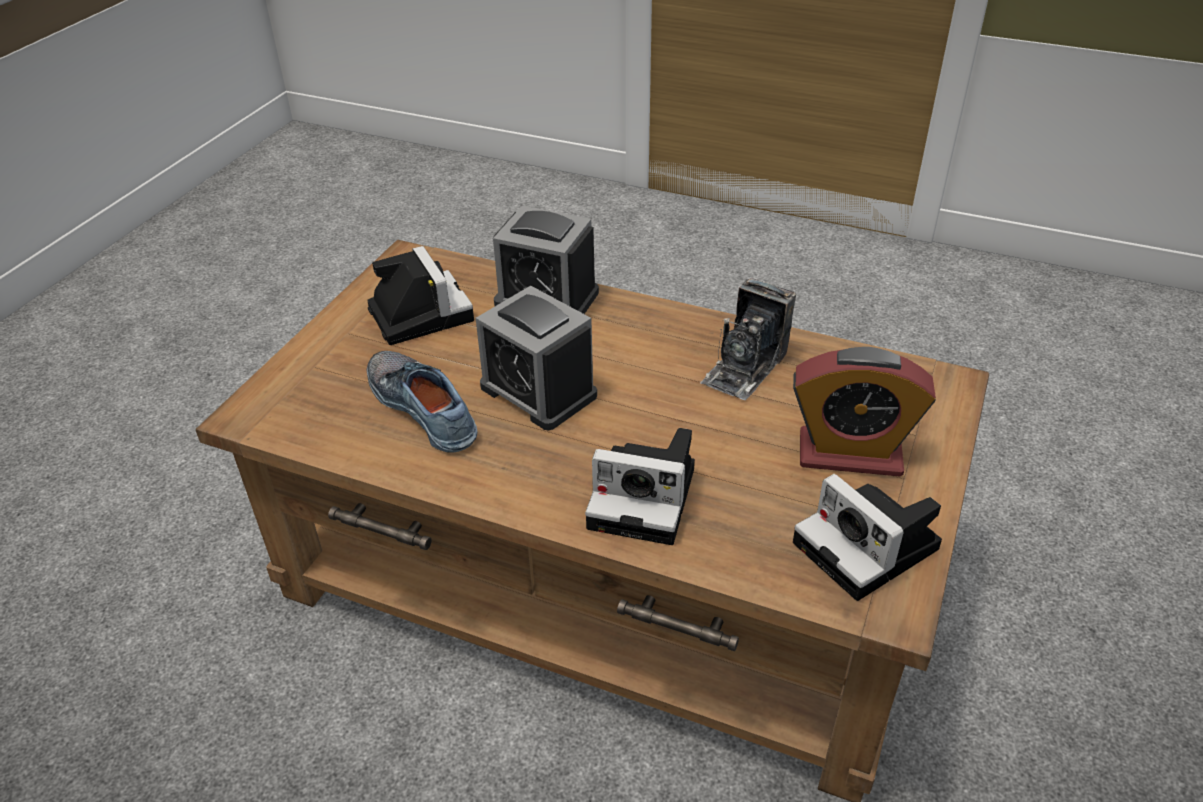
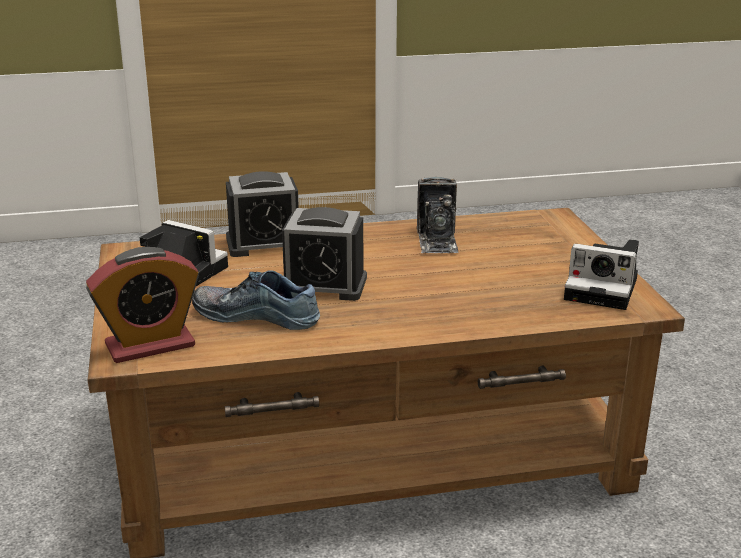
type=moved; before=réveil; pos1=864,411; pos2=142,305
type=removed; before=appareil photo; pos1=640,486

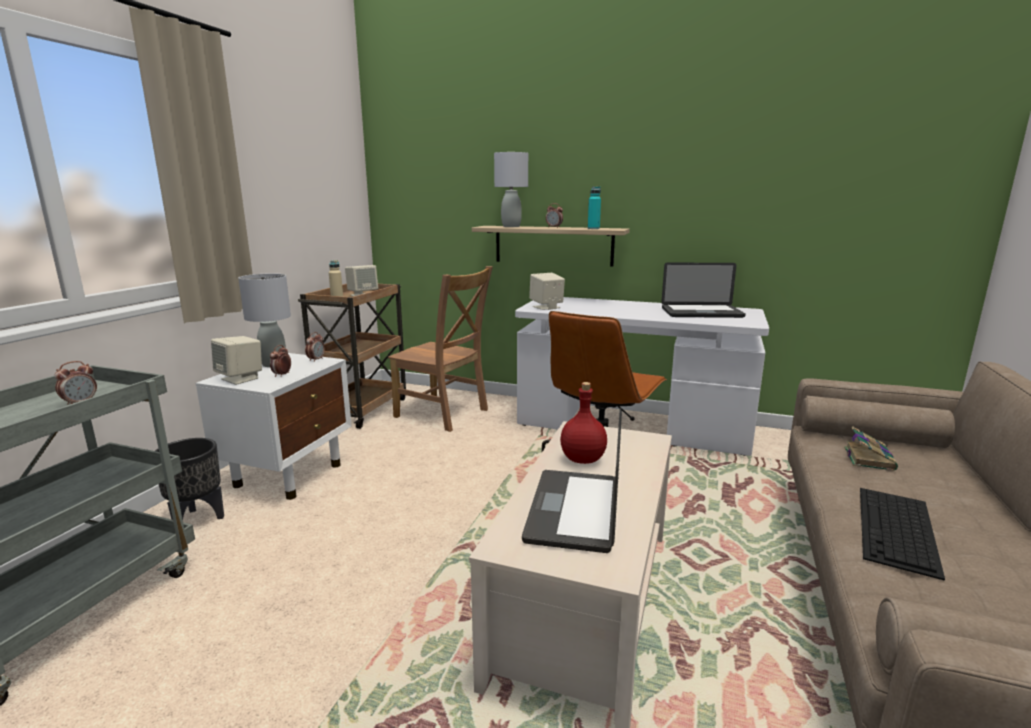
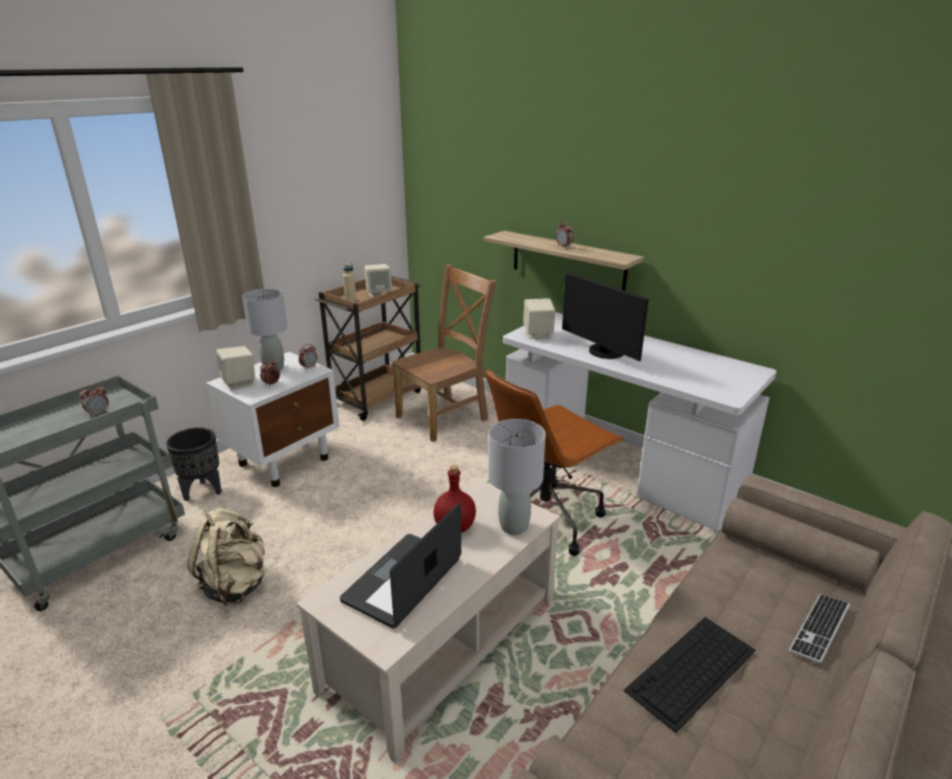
type=moved; before=lampe de table/gris; pos1=511,189; pos2=517,477
type=removed; before=bouteille/turquoise; pos1=594,207
type=removed; before=ordinateur portable; pos1=703,290
type=turned; before=chaise/marron; pos1=440,349; pos2=444,353; turn=-90
type=removed; before=livre; pos1=871,448
type=added; after=écran d'ordinateur; pos2=605,316
type=added; after=sac à dos/beige; pos2=226,557
type=added; after=clavier; pos2=819,629

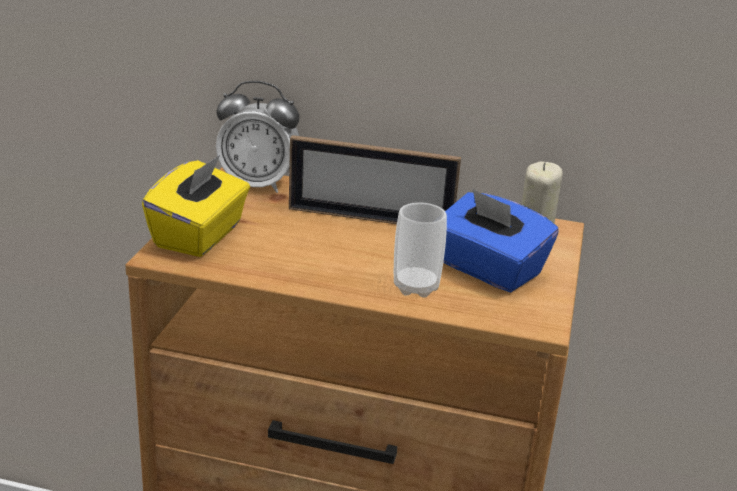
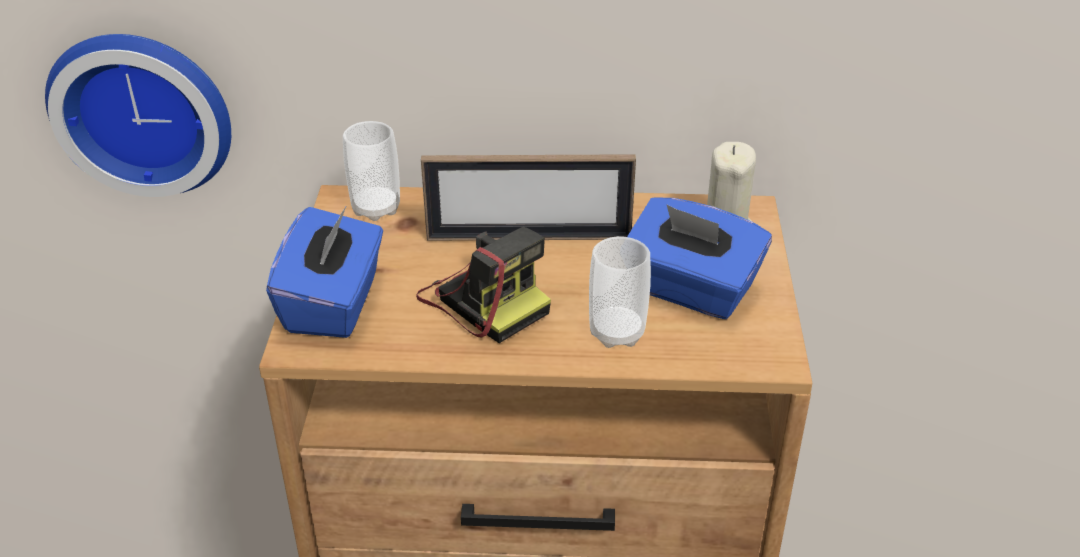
type=replaced; before=réveil; after=tasse; pos1=257,137; pos2=371,171
type=recoloured; before=boîte à mouchoirs/jaune; after=boîte à mouchoirs/bleu; pos1=196,206; pos2=324,272
type=added; after=horloge murale; pos2=138,115
type=added; after=appareil photo; pos2=483,285

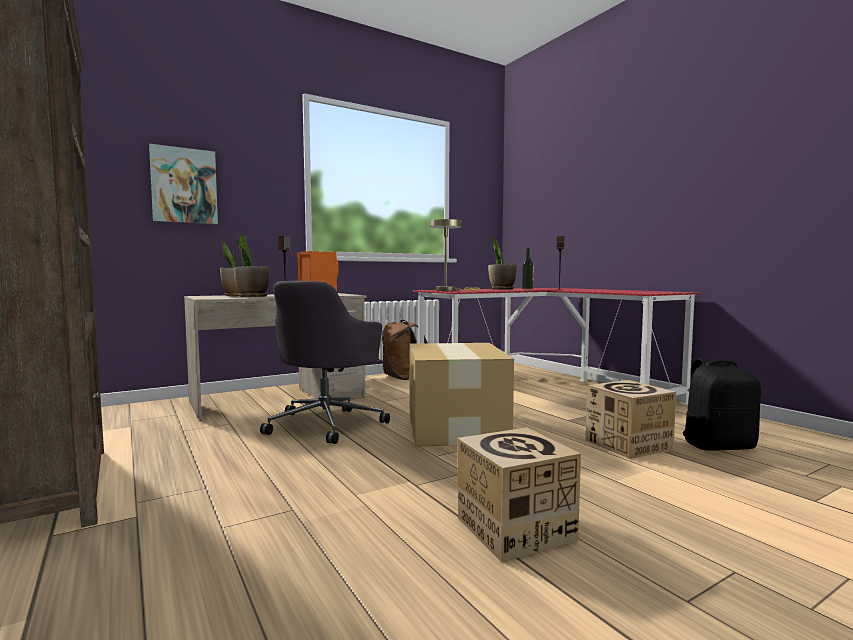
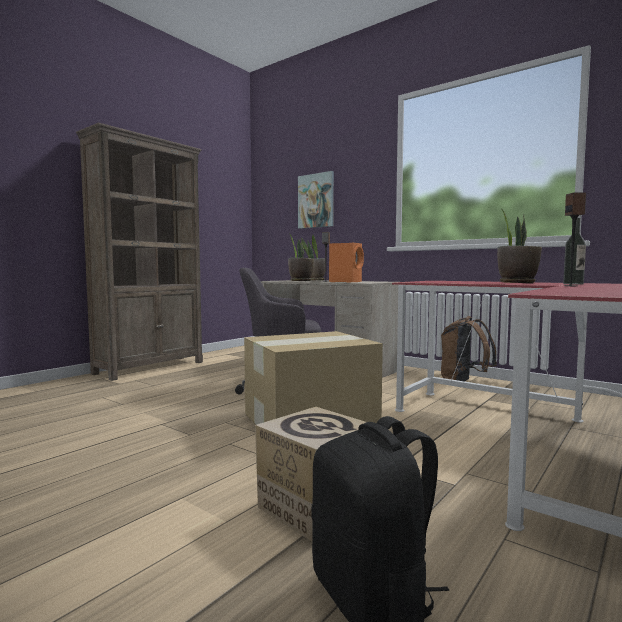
type=removed; before=lampe de table/beige; pos1=454,255
type=removed; before=carton; pos1=519,495

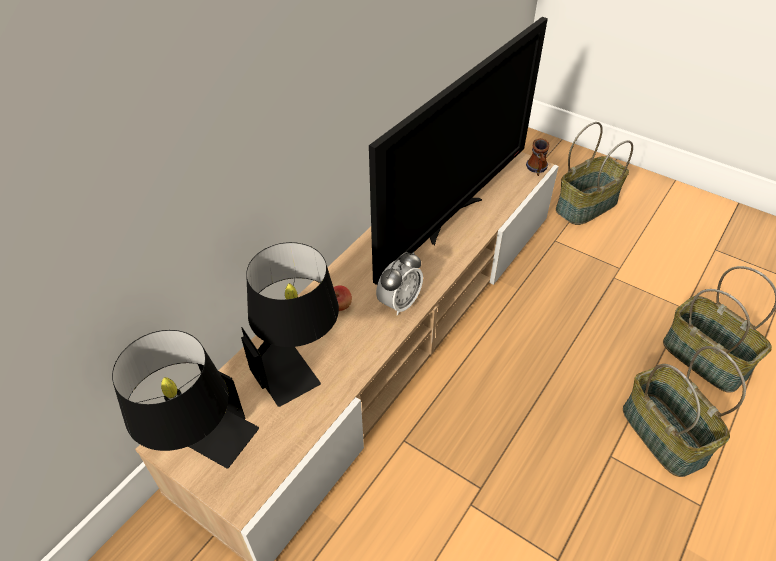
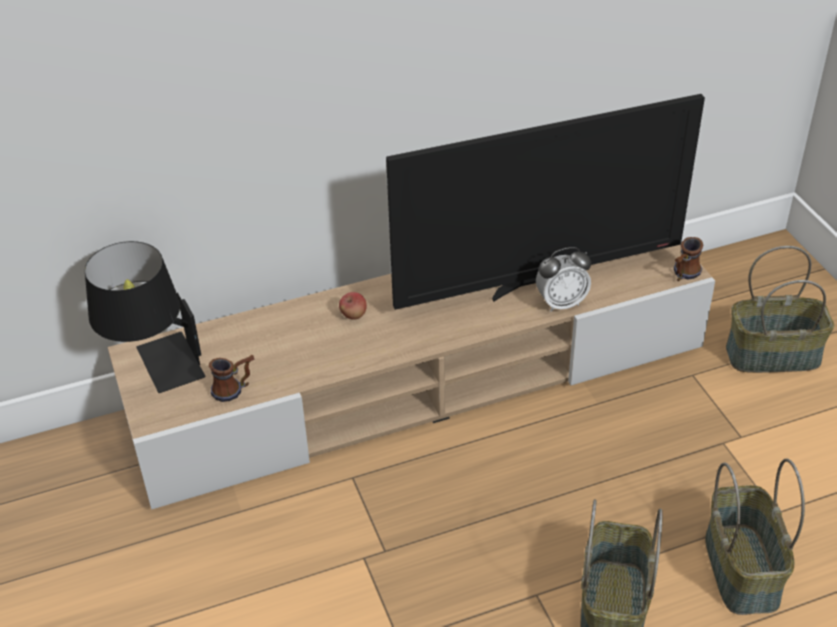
type=removed; before=lampe de table/noir; pos1=290,324
type=moved; before=réveil; pos1=399,284; pos2=563,279
type=added; after=mug; pos2=231,378

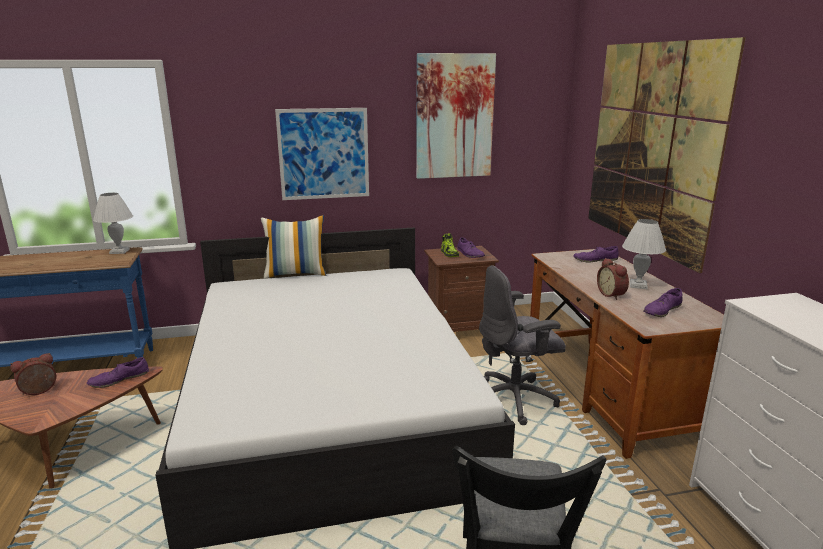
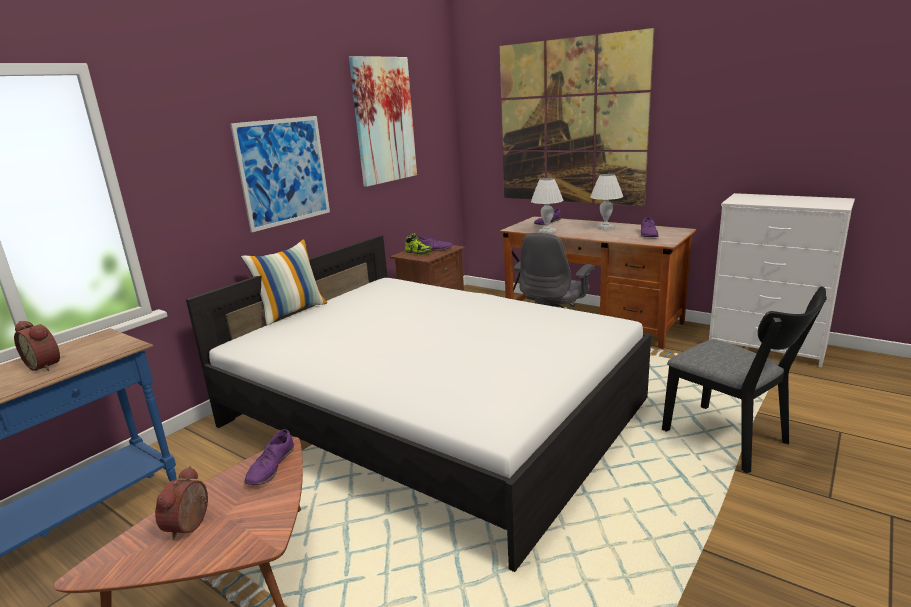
type=moved; before=lampe de table/blanc; pos1=113,223; pos2=547,206
type=moved; before=réveil; pos1=613,279; pos2=37,346

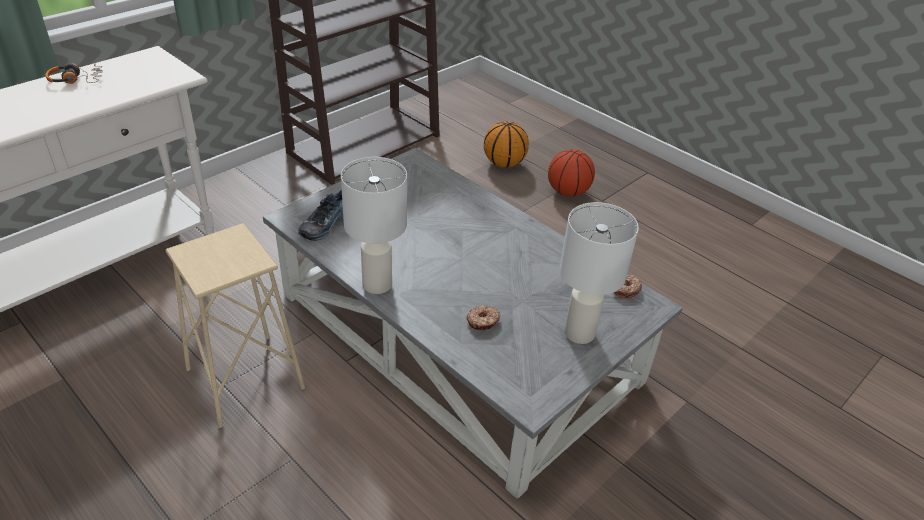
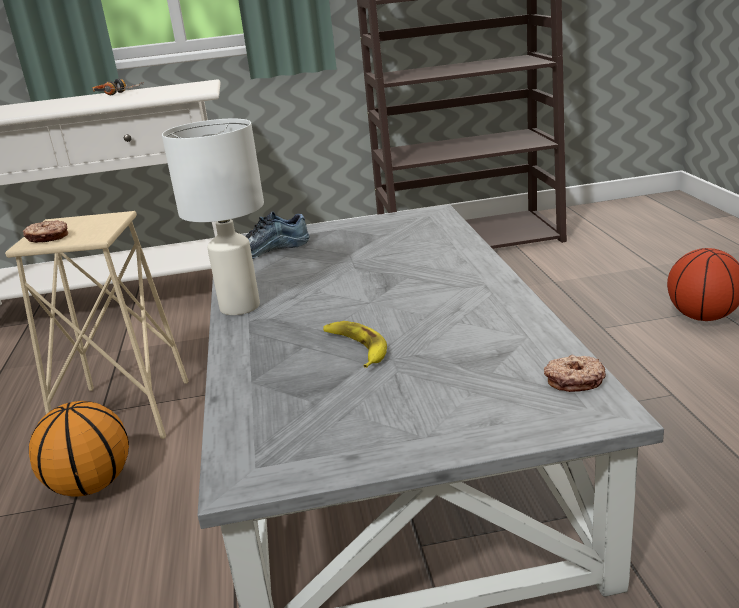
type=moved; before=ballon de basket; pos1=506,144; pos2=79,449
type=removed; before=lampe de table/blanc; pos1=599,273
type=moved; before=beignet; pos1=484,317; pos2=45,231
type=added; after=banane; pos2=355,344

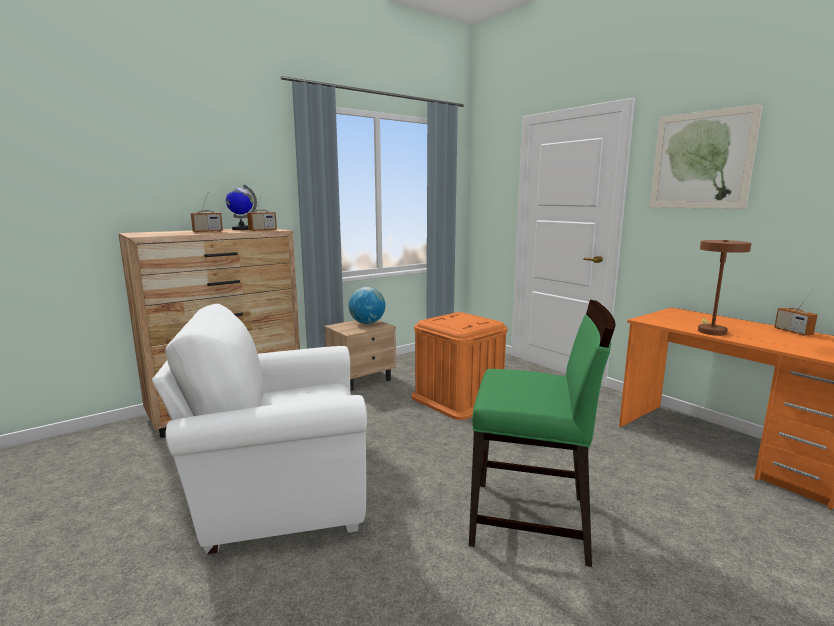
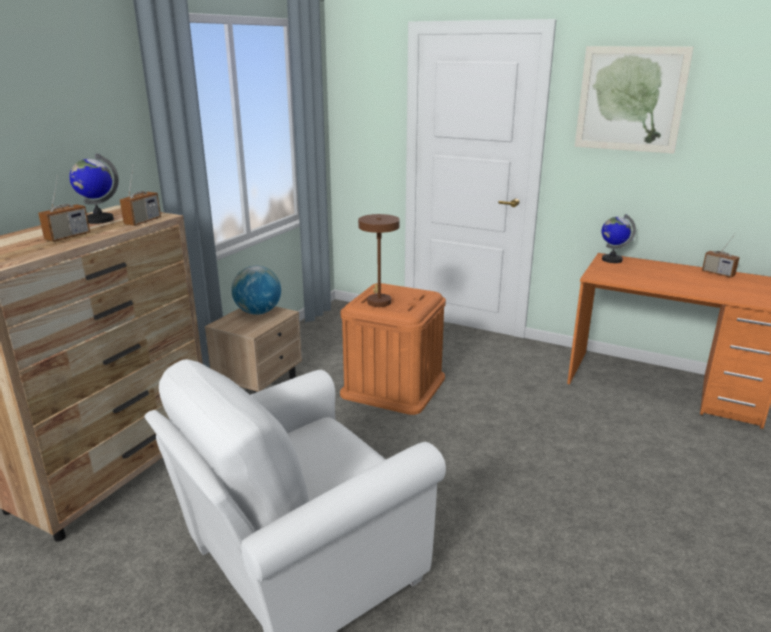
type=moved; before=lampe de table/marron; pos1=725,288; pos2=379,260
type=removed; before=chaise/vert; pos1=542,433
type=added; after=globe; pos2=619,238

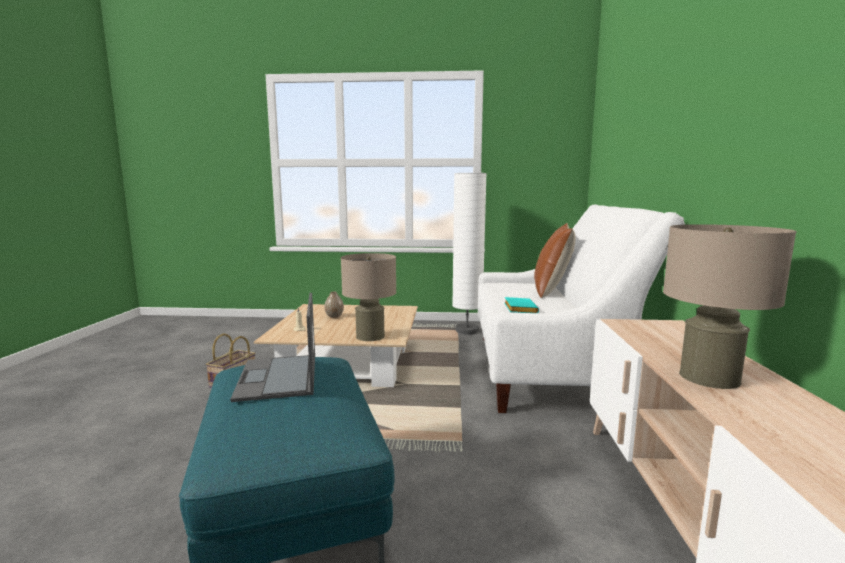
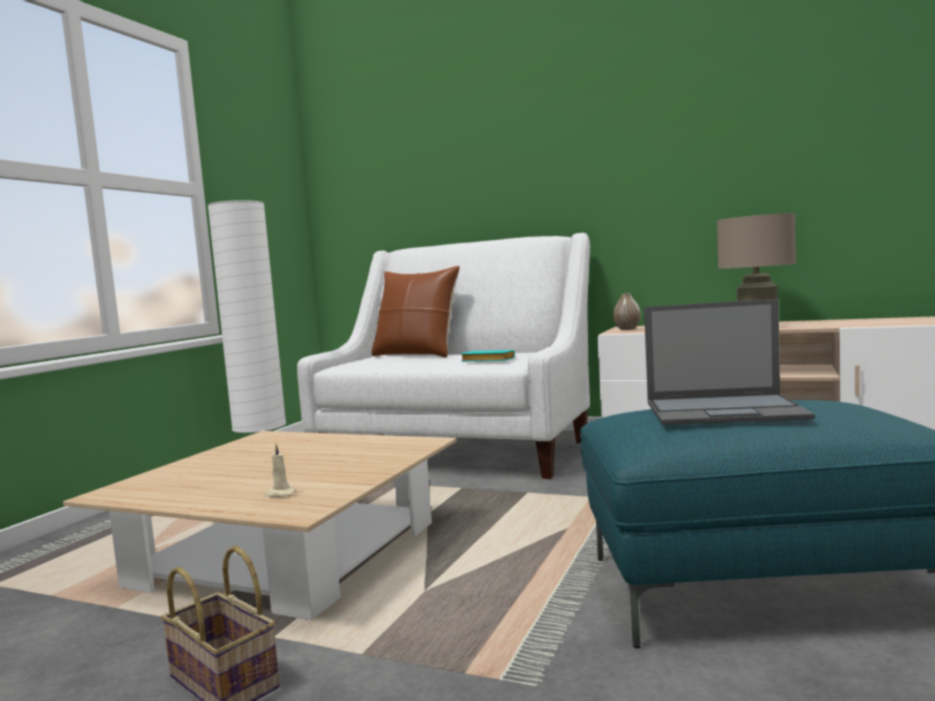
type=removed; before=lampe de table/beige; pos1=368,297
type=moved; before=vase; pos1=334,305; pos2=627,311

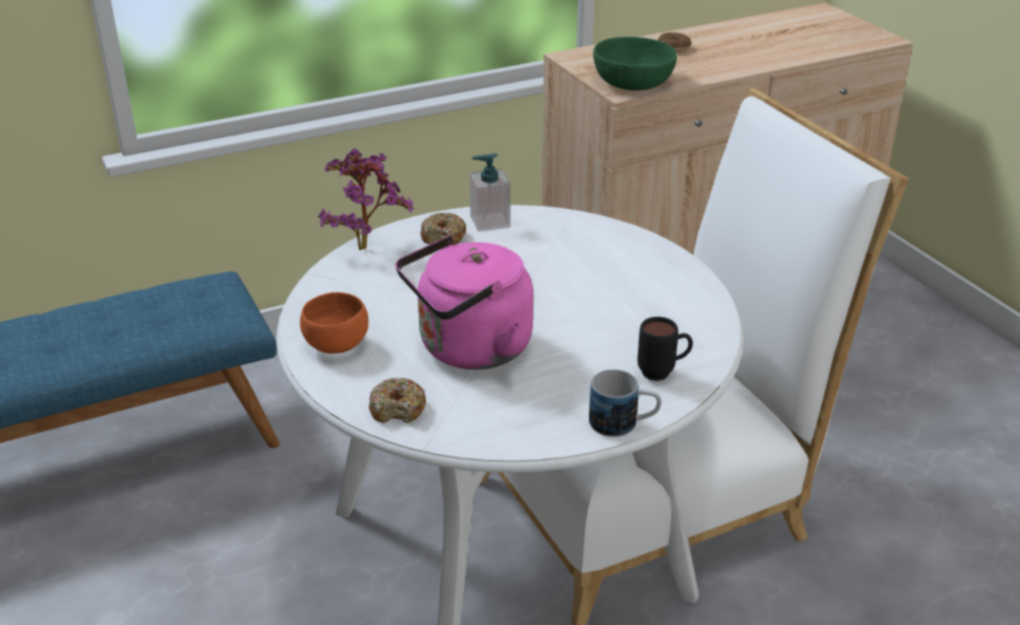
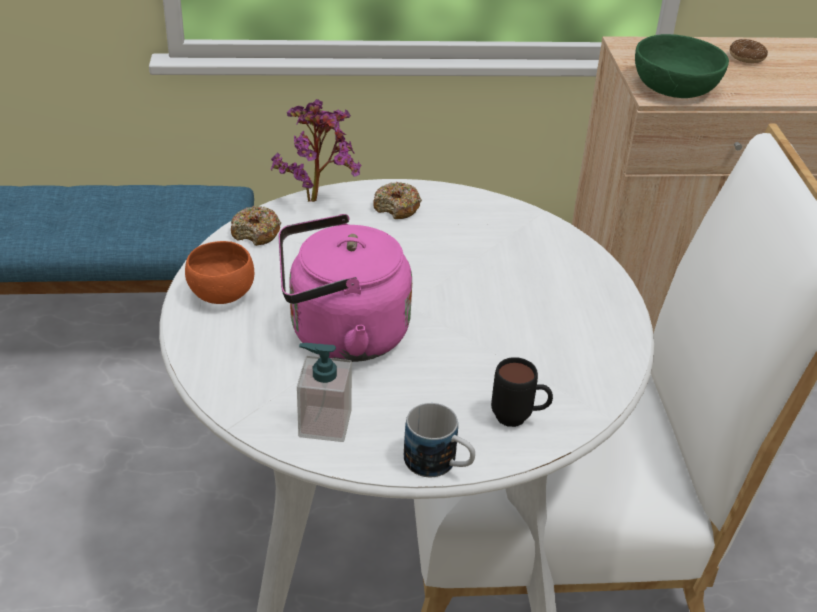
type=moved; before=distributeur de savon; pos1=489,192; pos2=324,392
type=moved; before=beignet; pos1=397,400; pos2=256,226

